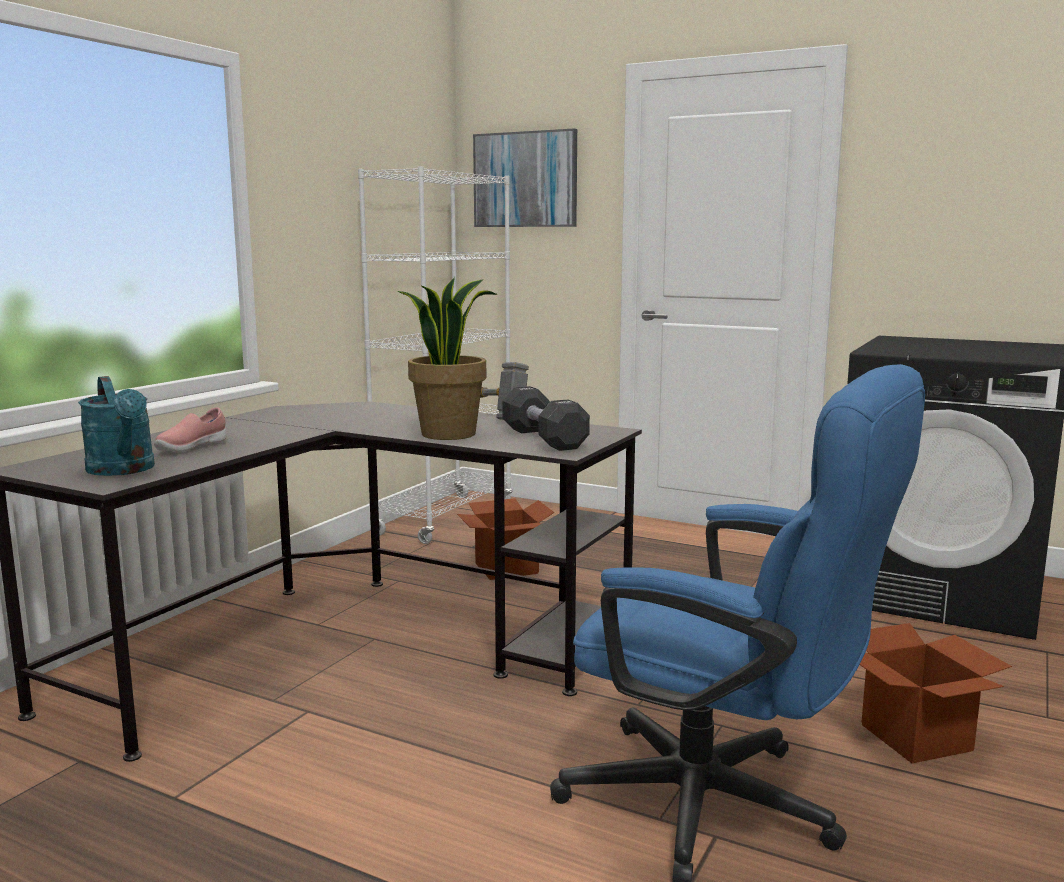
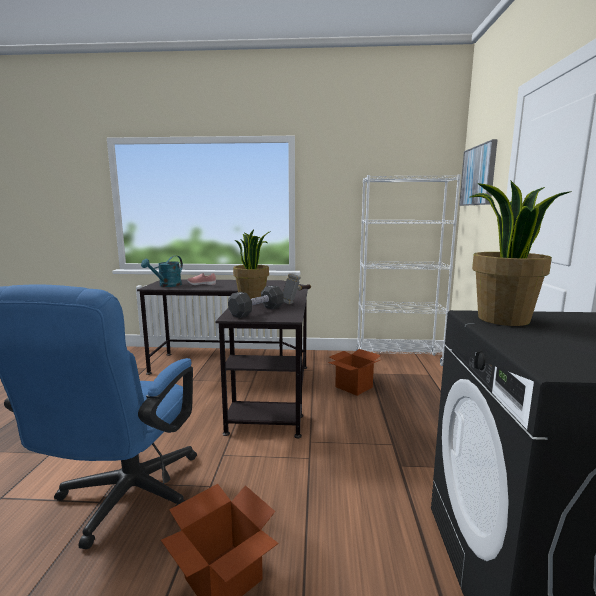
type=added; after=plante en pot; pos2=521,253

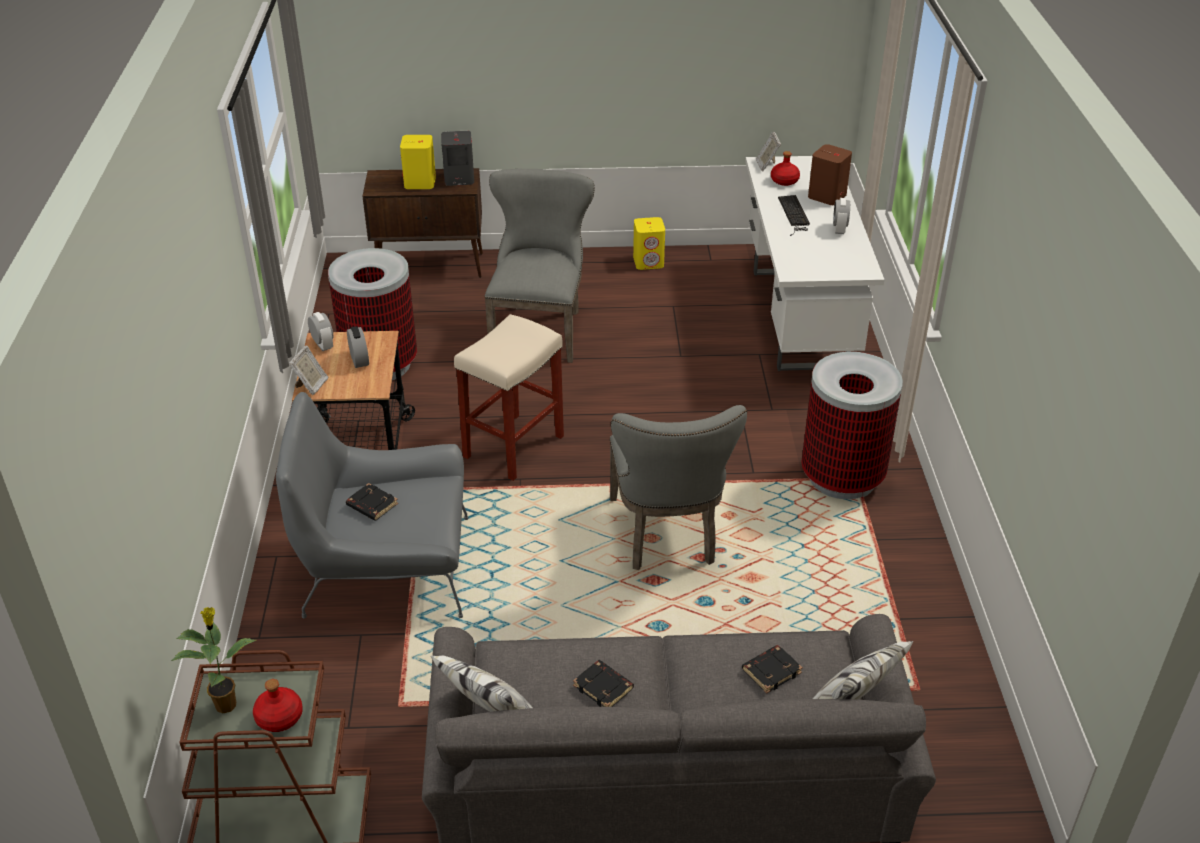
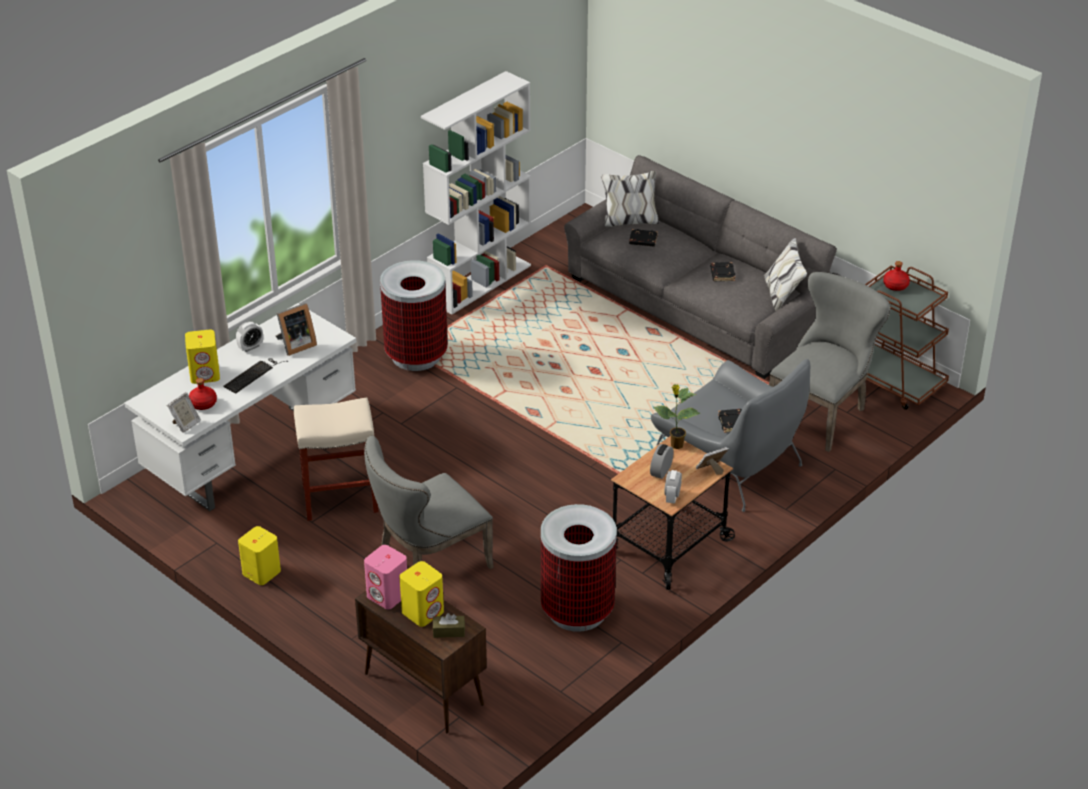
type=recoloured; before=enceinte/gris; after=enceinte/rose; pos1=457,158; pos2=385,577
type=recoloured; before=enceinte/marron; after=enceinte/jaune; pos1=830,174; pos2=202,356
type=moved; before=tabouret/beige; pos1=509,397; pos2=336,459
type=moved; before=chaise/gris; pos1=678,487; pos2=830,362
type=moved; before=plante en pot; pos1=213,660; pos2=677,416
type=added; after=bibliothèque/blanc; pos2=476,193
type=added; after=cadre photo; pos2=296,329
type=added; after=boîte à mouchoirs/marron; pos2=449,625

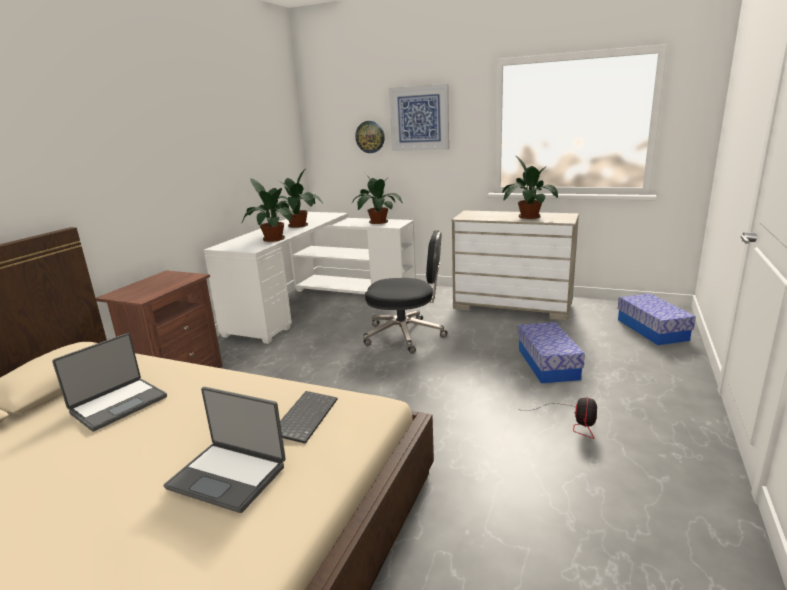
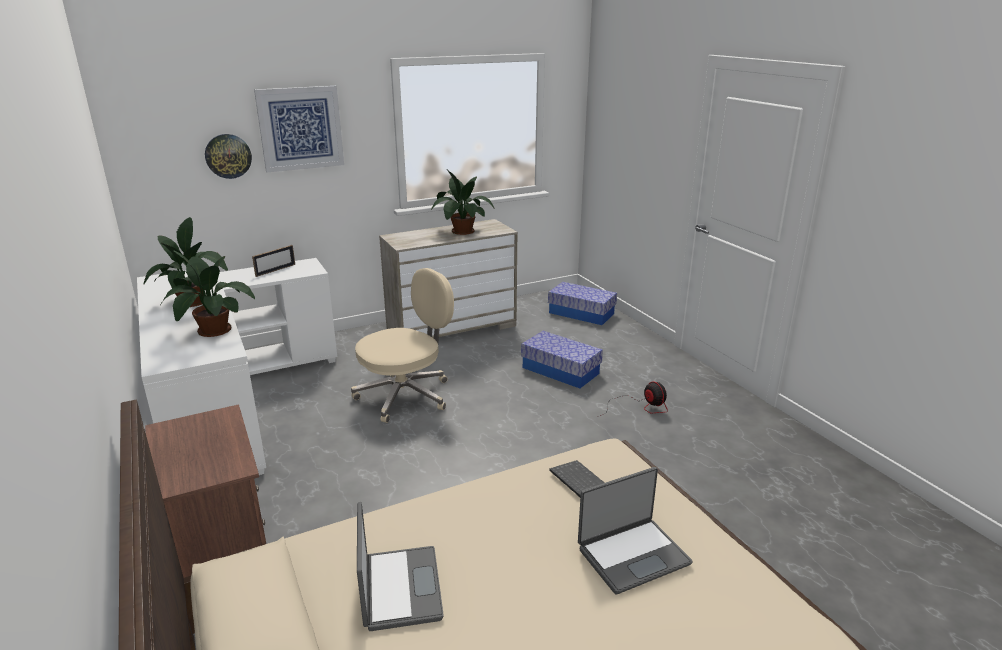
type=replaced; before=plante en pot; after=cadre photo; pos1=377,197; pos2=273,261
type=recoloured; before=chaise de bureau/noir; after=chaise de bureau/beige; pos1=405,291; pos2=402,345

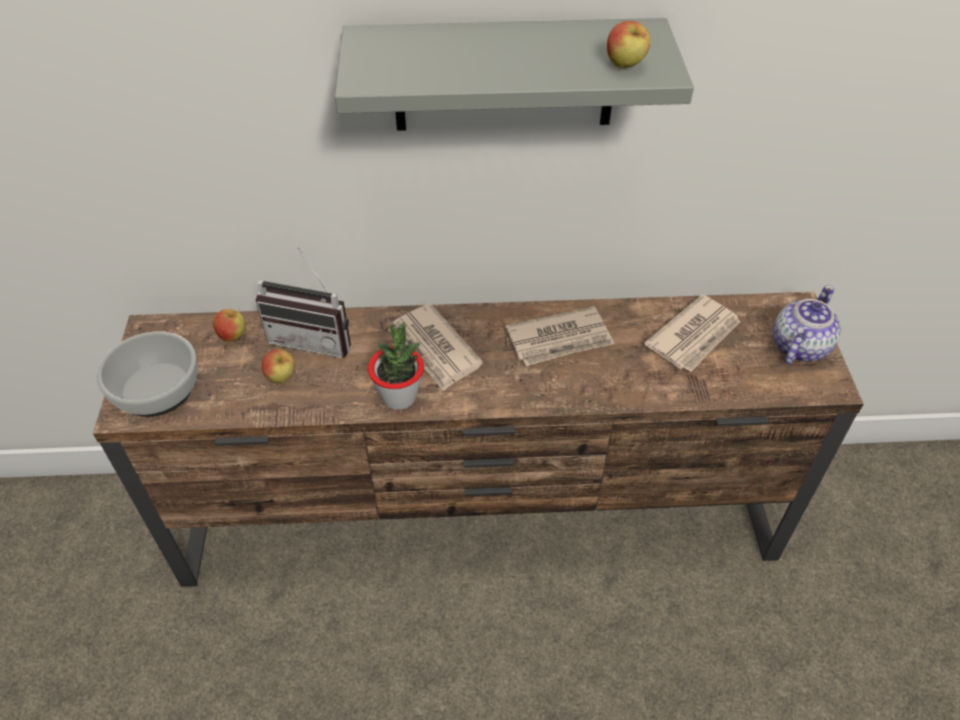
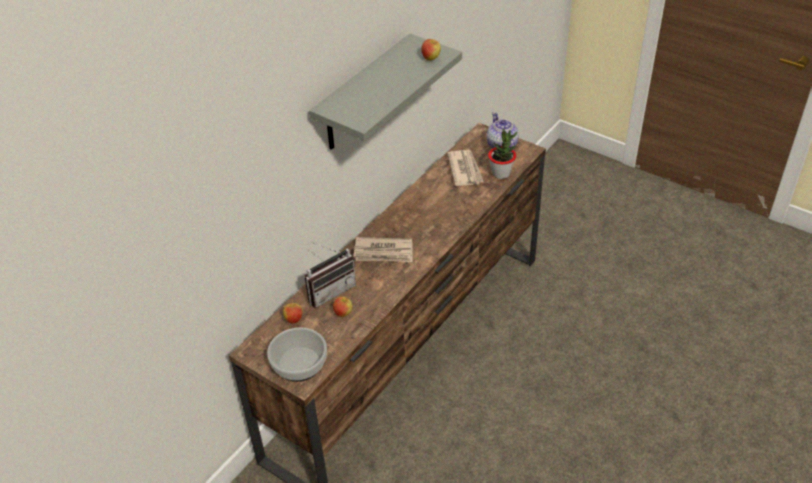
type=removed; before=journal; pos1=559,336
type=moved; before=plante en pot; pos1=396,366; pos2=502,153

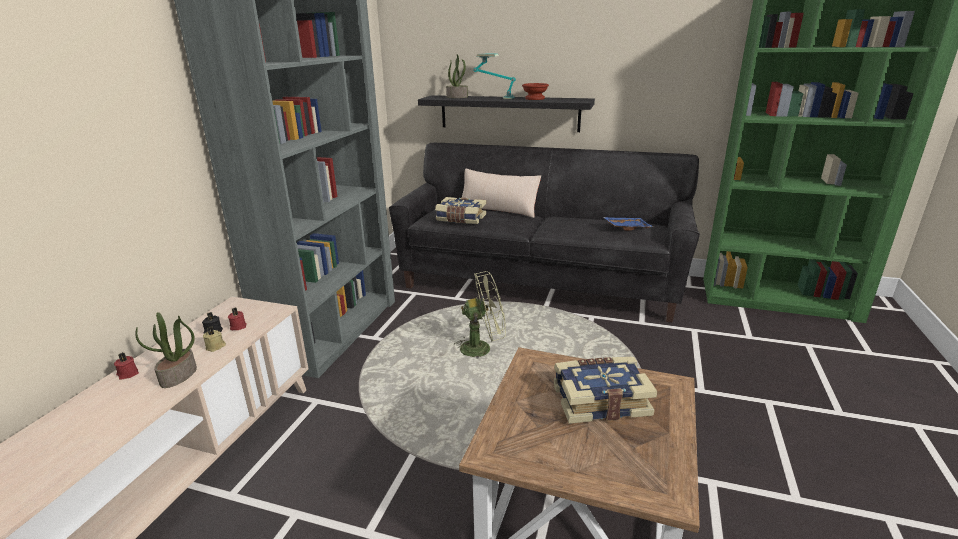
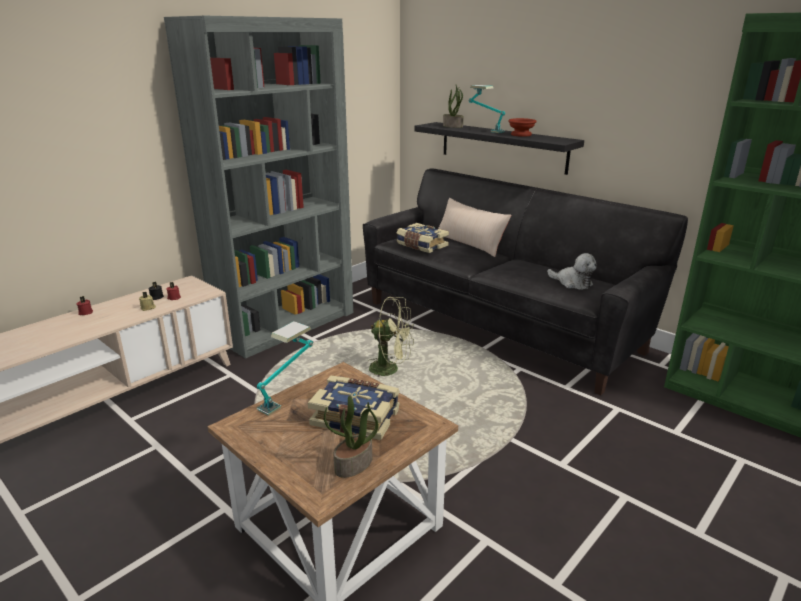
type=replaced; before=plateau/bleu; after=peluche; pos1=628,224; pos2=571,271
type=moved; before=plante en pot; pos1=166,350; pos2=351,437
type=added; after=lampe de table; pos2=285,368

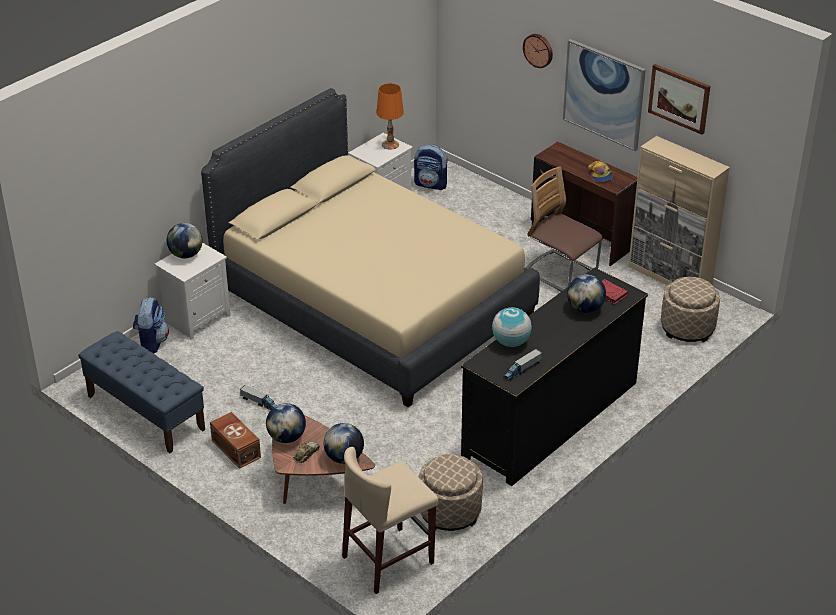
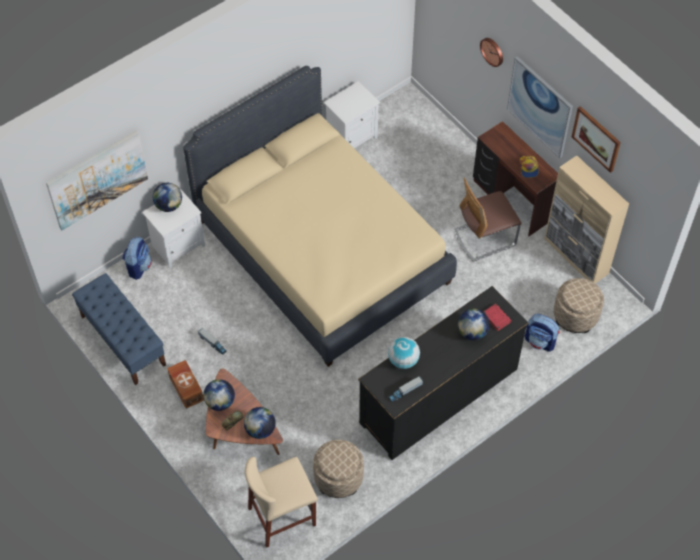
type=removed; before=lampe de table/orange; pos1=390,116
type=moved; before=sac à dos; pos1=431,167; pos2=542,333
type=turned; before=chaise; pos1=564,229; pos2=488,220; turn=-75
type=added; after=tableau; pos2=97,180

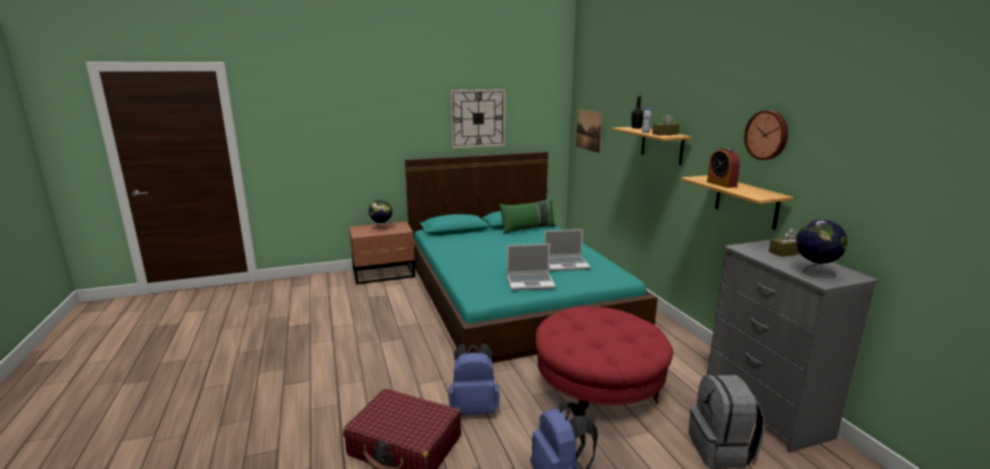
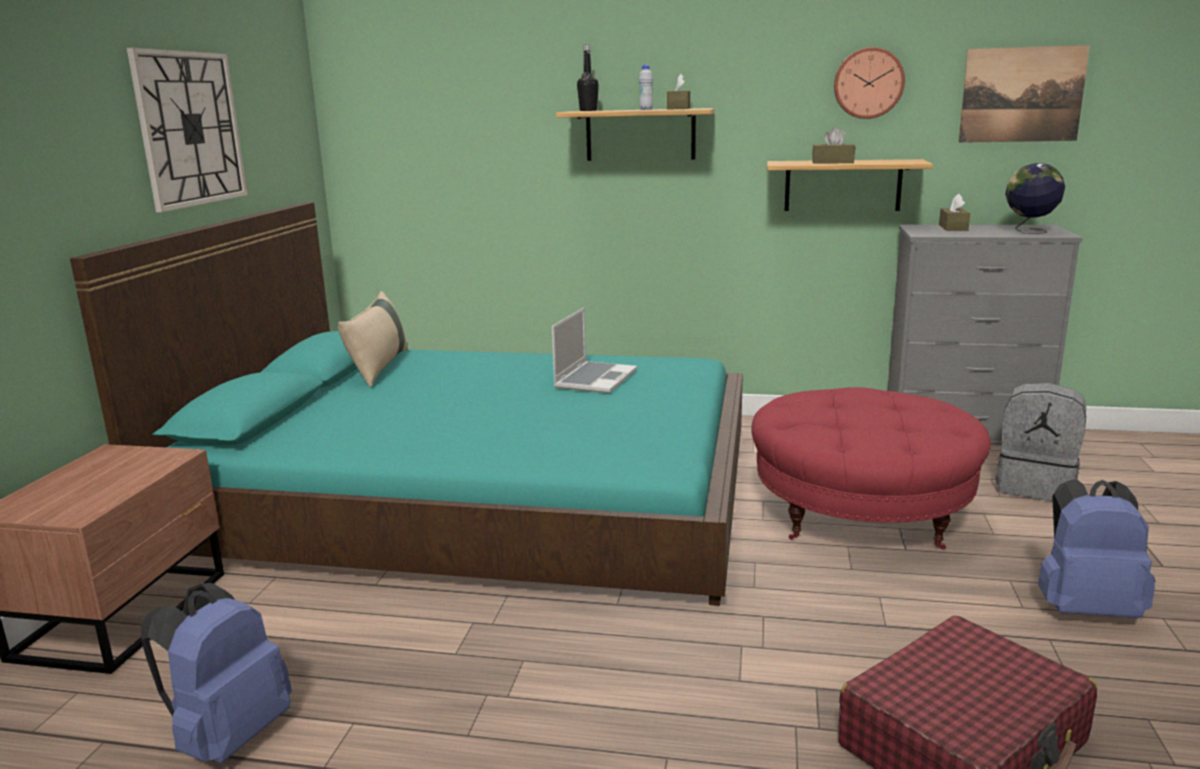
type=moved; before=tableau; pos1=589,131; pos2=1024,94
type=replaced; before=réveil; after=boîte à mouchoirs/marron; pos1=723,168; pos2=833,145
type=recoloured; before=coussin/vert; after=coussin/beige; pos1=527,215; pos2=373,339
type=removed; before=globe; pos1=381,215
type=removed; before=ordinateur portable; pos1=531,267
type=moved; before=sac à dos/bleu; pos1=474,379; pos2=216,673

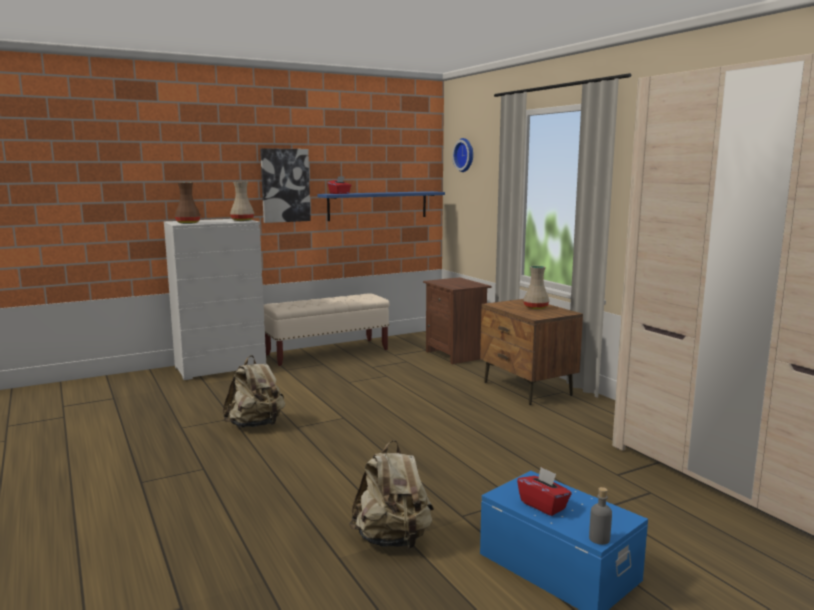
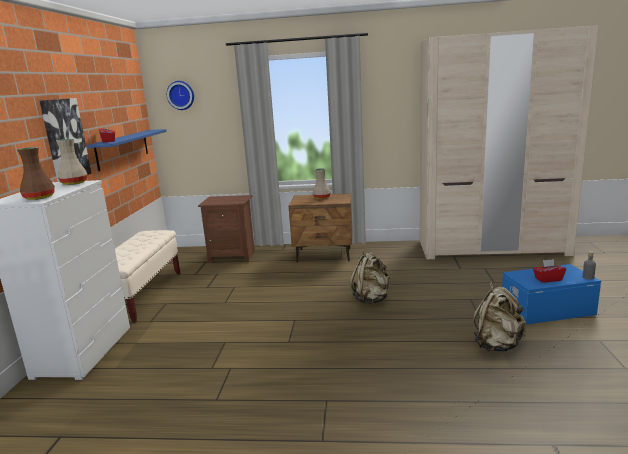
type=moved; before=sac à dos/beige; pos1=254,391; pos2=370,276

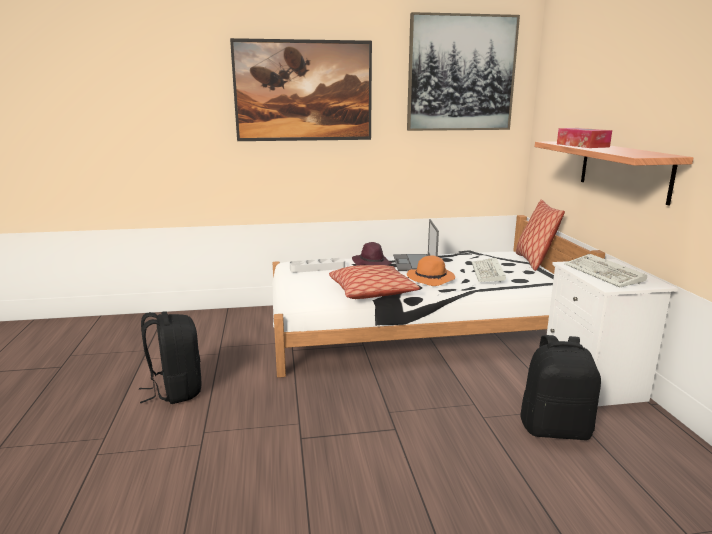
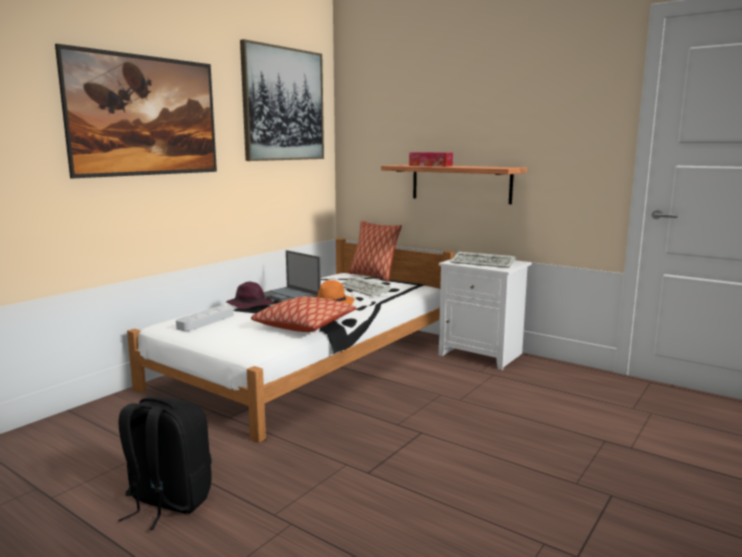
type=removed; before=sac à dos/noir; pos1=560,387

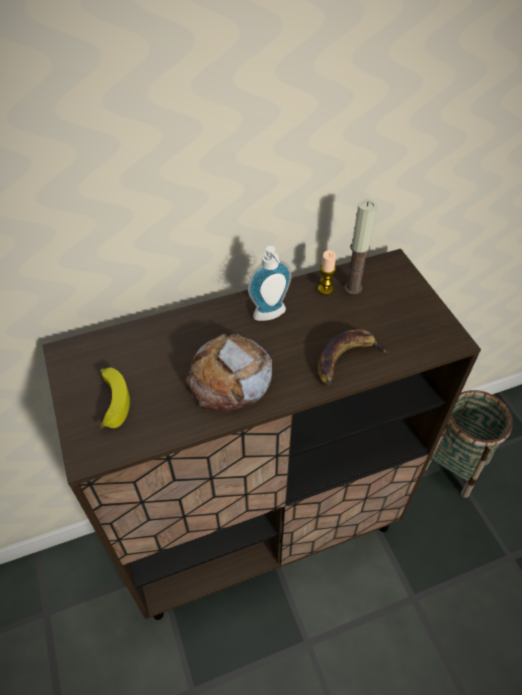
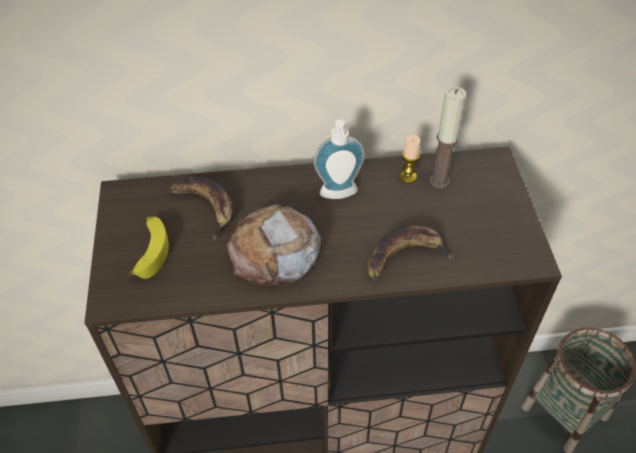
type=added; after=banane; pos2=201,209

